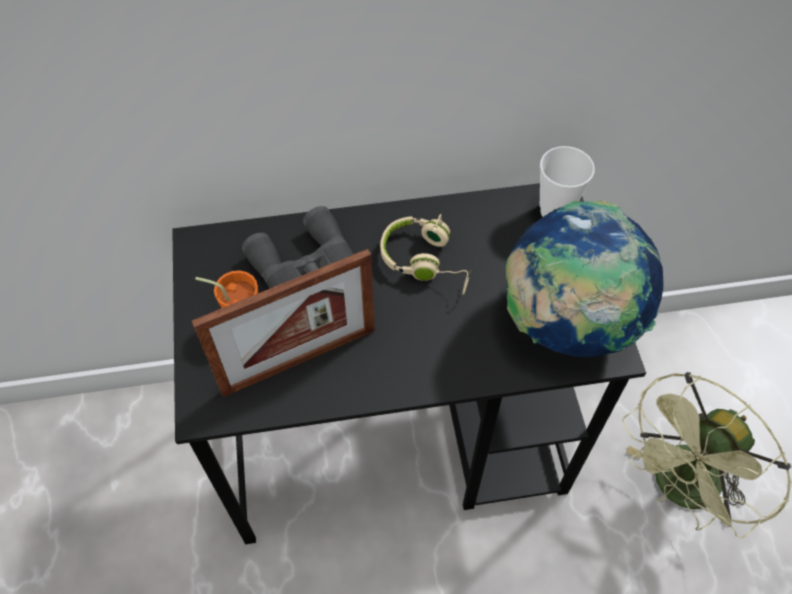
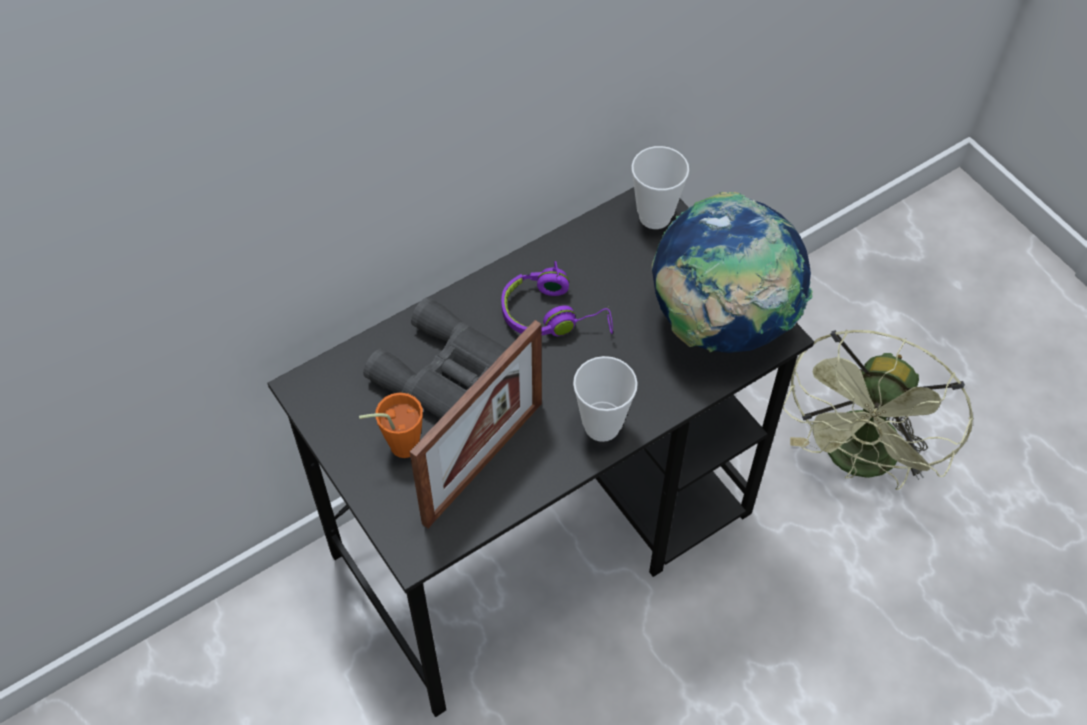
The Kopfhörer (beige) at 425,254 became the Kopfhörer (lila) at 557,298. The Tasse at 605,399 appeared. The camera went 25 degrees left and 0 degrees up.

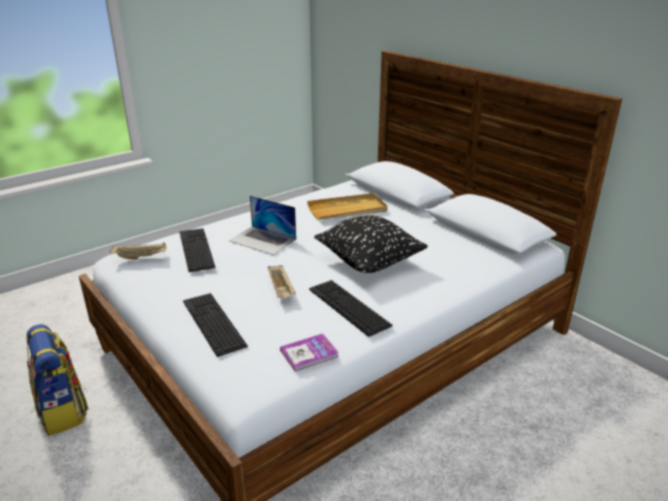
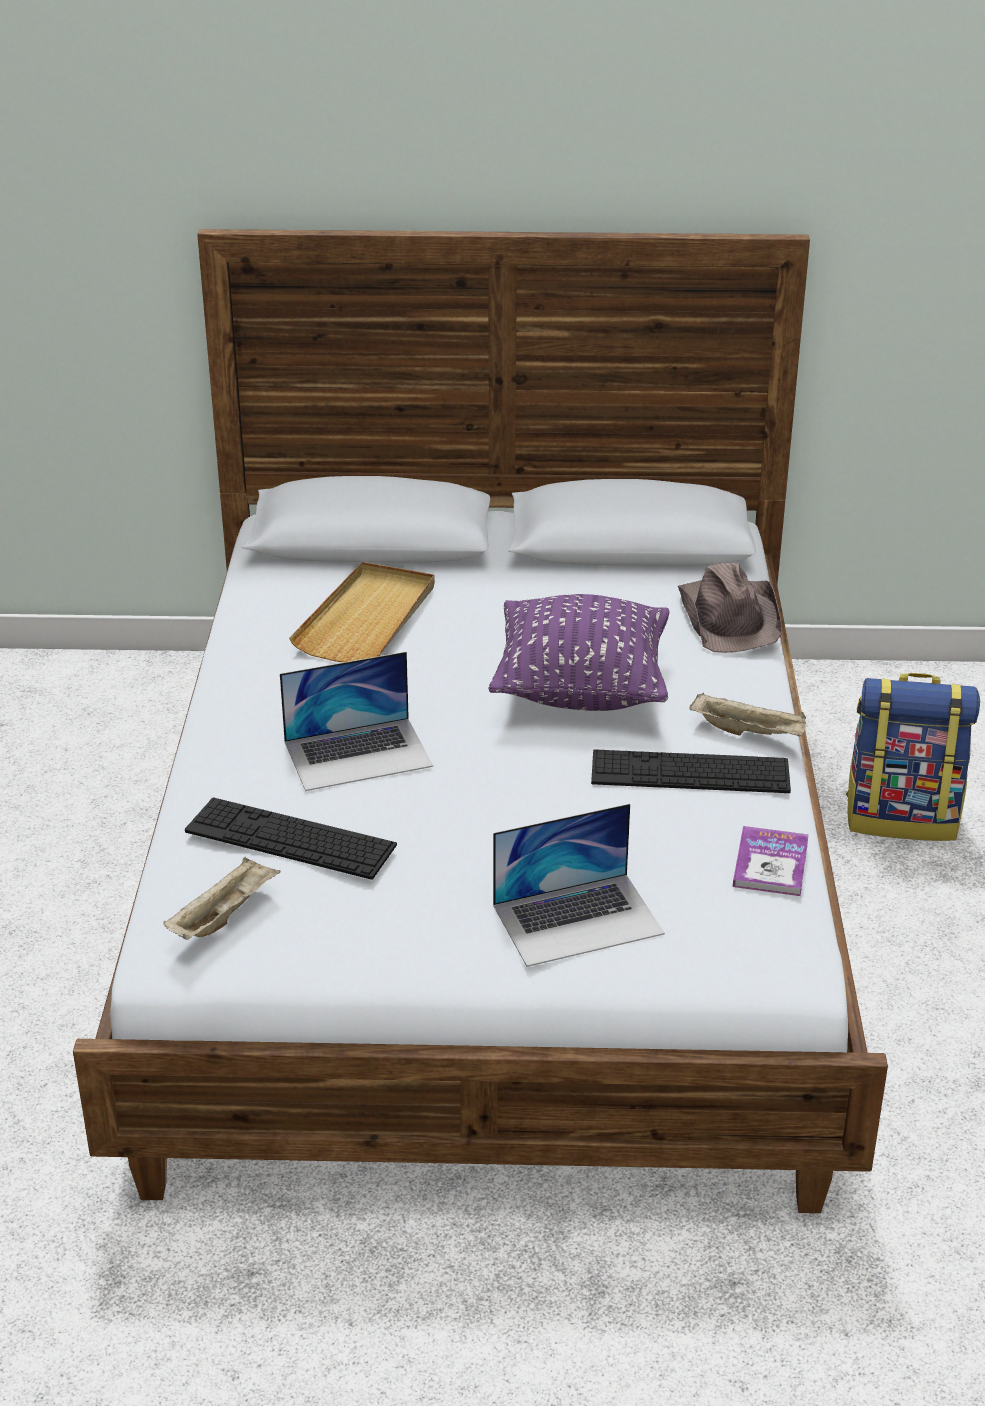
The Rucksack moved from 57,380 to 913,757. The Tastatur at 215,325 was replaced by the Laptop at 579,885. The Tablett (beige) moved from 281,281 to 747,714. The Kissen (schwarz) at 371,244 became the Kissen (lila) at 578,652. The Hut (braun) at 730,608 appeared. The camera went 50 degrees left and 5 degrees up.

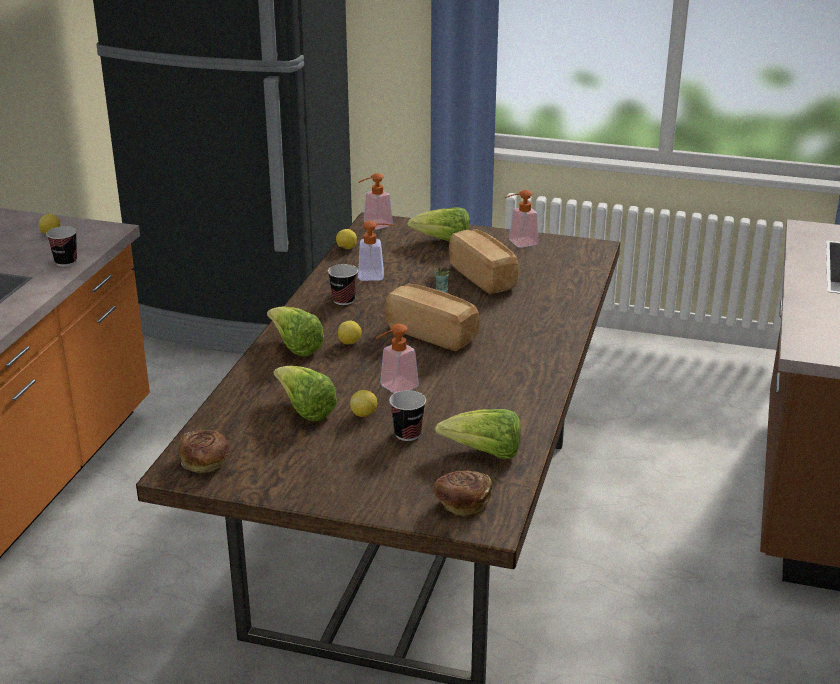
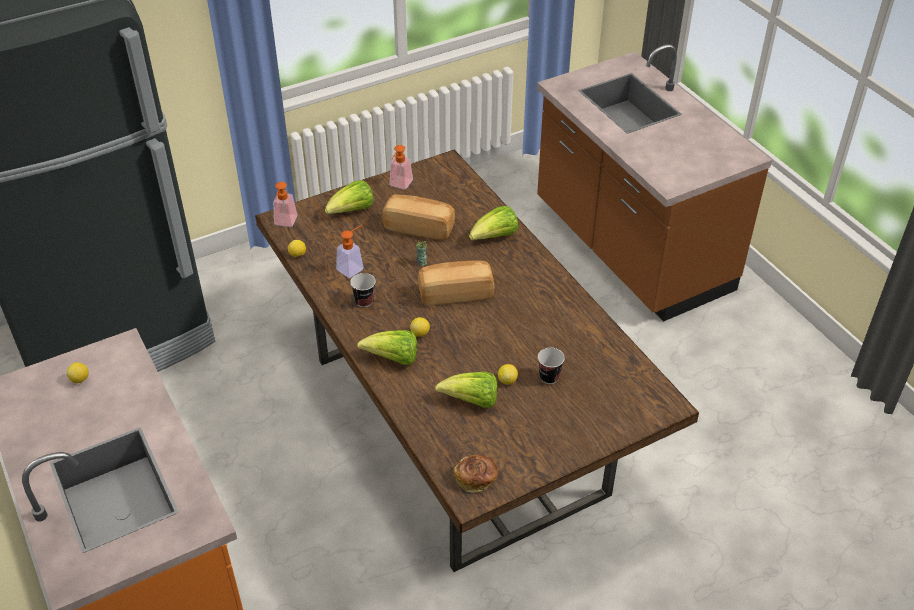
The Tasse at 61,246 disappeared. The Seifenspender at 397,358 disappeared. The Brot at 463,494 disappeared. The Salatkopf moved from 478,434 to 493,223. The camera went 45 degrees left and 15 degrees up.

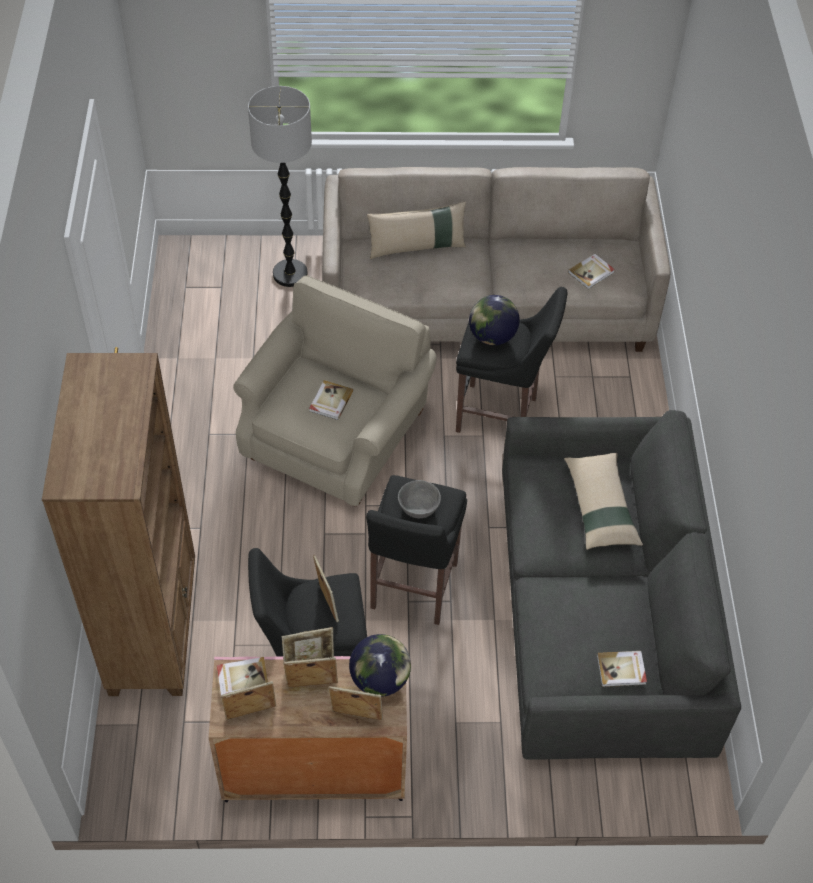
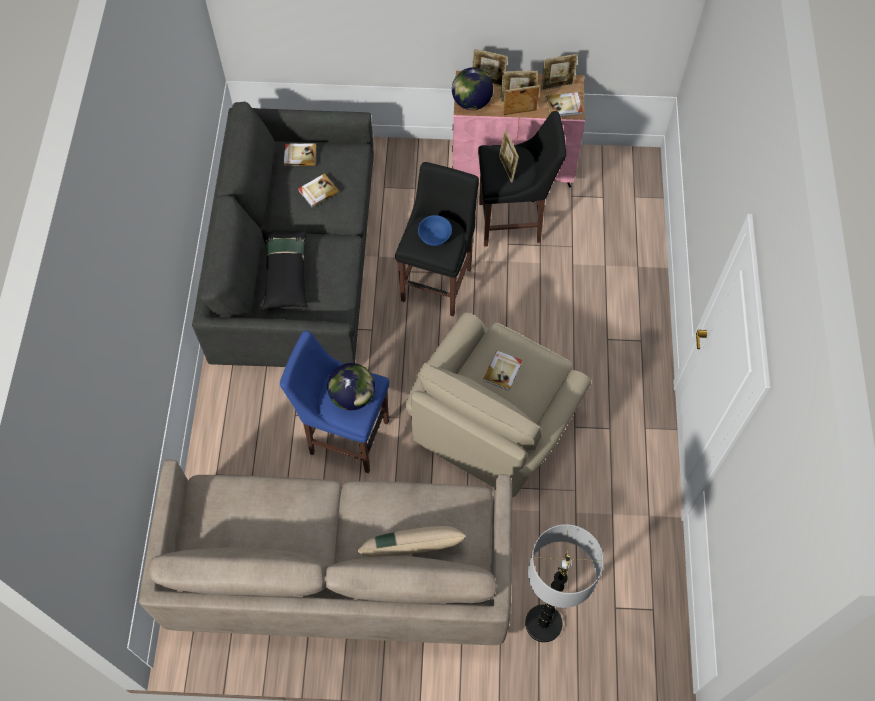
The Bücherregal (braun) at 118,524 disappeared. The Schüssel (grau) at 419,499 became the Schüssel (blau) at 435,230. The Hocker (schwarz) at 511,360 became the Hocker (blau) at 334,402. The Kissen (beige) at 603,501 became the Kissen (schwarz) at 285,270. The Buch moved from 591,271 to 318,190. The camera went 175 degrees left and 10 degrees up.

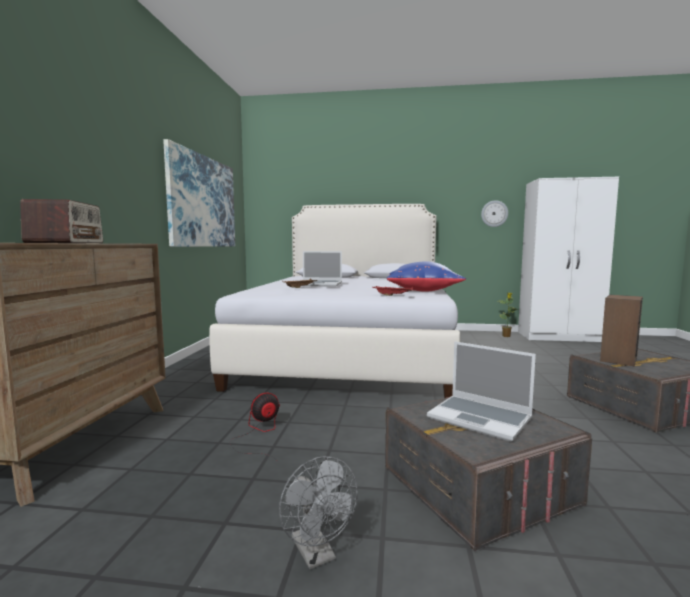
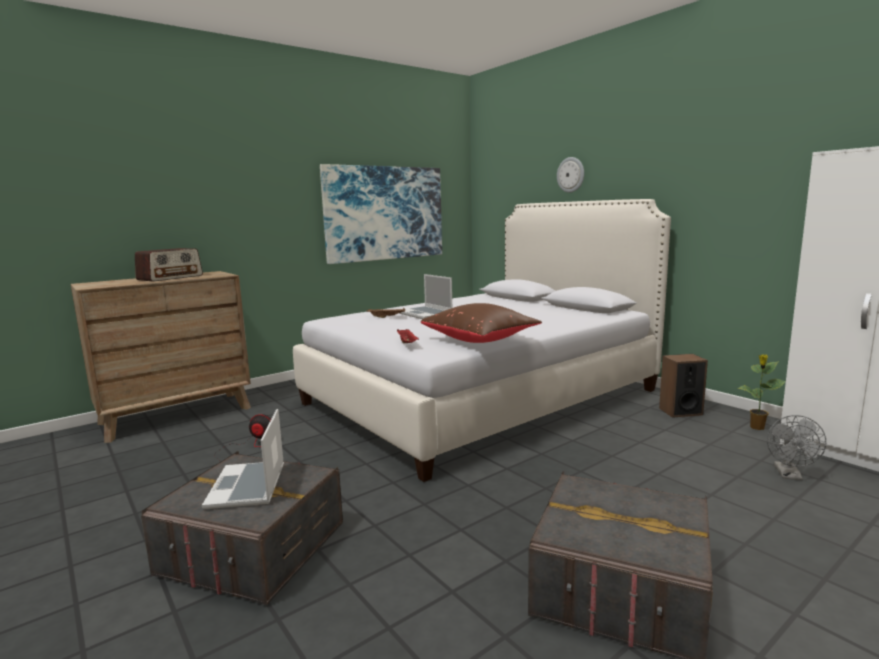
The Ventilator (grau) moved from 318,512 to 796,447. The Kissen (blau) at 426,276 became the Kissen (braun) at 481,323. The Wanduhr moved from 494,213 to 570,175. The Lautsprecher moved from 621,330 to 683,386. The camera went 45 degrees right and 5 degrees up.

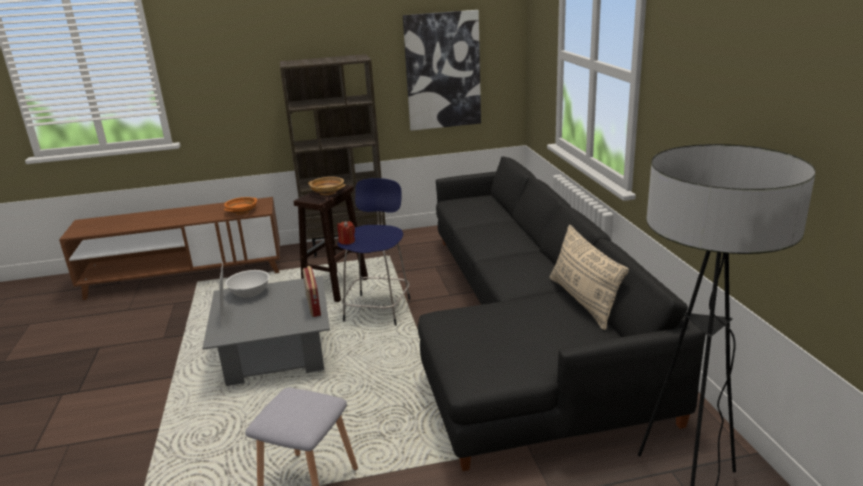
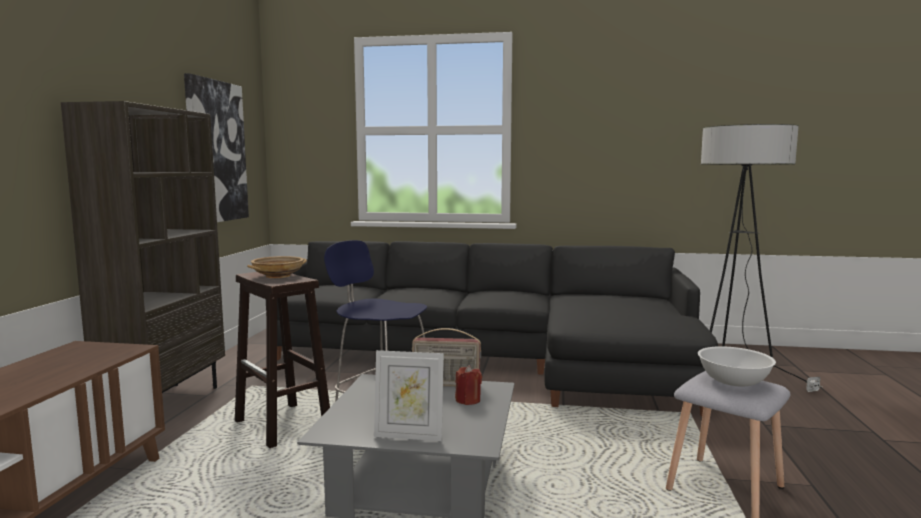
The Schüssel (orange) at 240,206 disappeared. The Schüssel (weiß) moved from 247,284 to 737,366. The Kerze (rot) moved from 346,233 to 468,385. The Kissen (beige) at 589,277 disappeared. The camera went 70 degrees left and 15 degrees down.

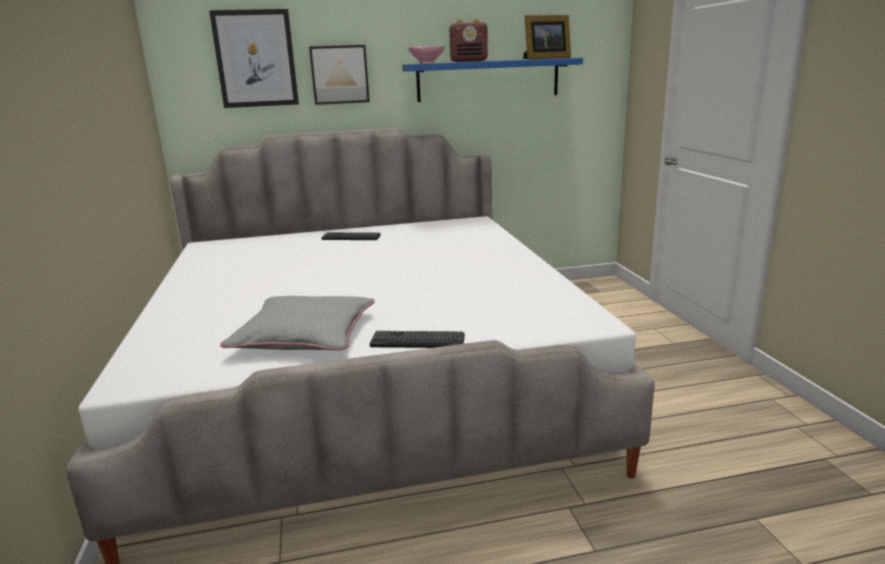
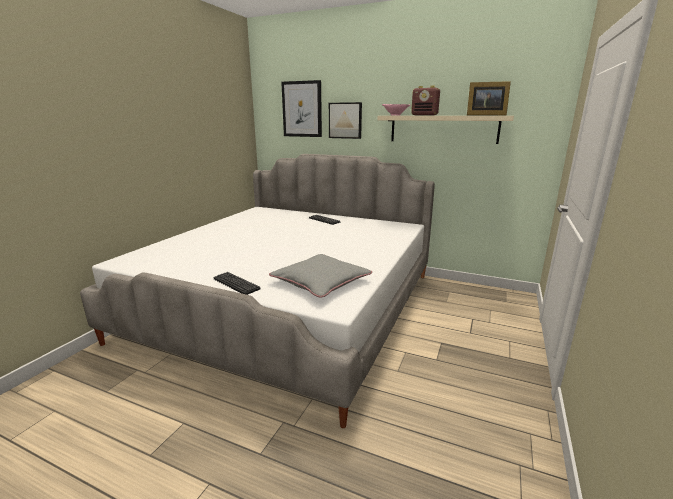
The Kissen (grau) moved from 297,323 to 320,276. The Wandregal (blau) at 492,80 became the Wandregal (beige) at 445,130. The camera went 35 degrees right and 0 degrees up.

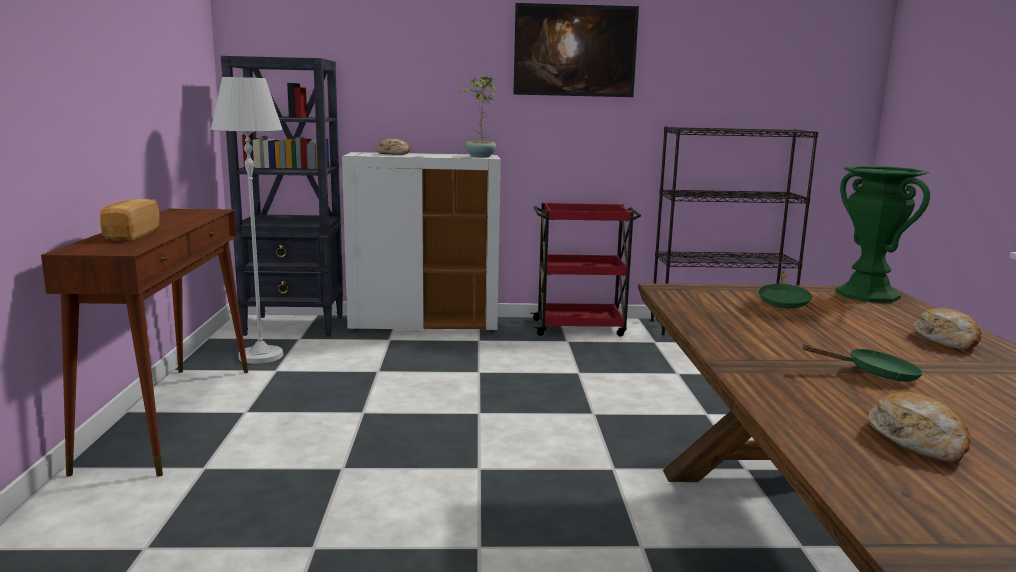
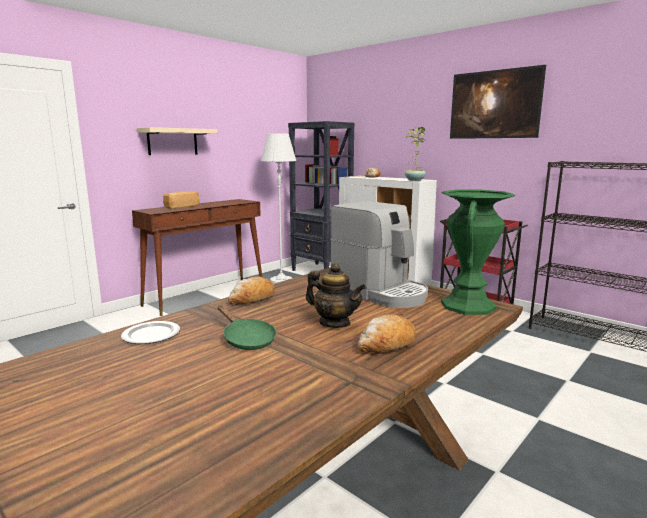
The Pfanne (grün) at 785,289 was replaced by the Kaffeemaschine at 379,254. The Brot moved from 919,427 to 251,291. The Teller at 150,332 appeared. The Wandregal (beige) at 177,141 appeared. The Teekanne at 336,295 appeared. The camera went 45 degrees right and 0 degrees up.

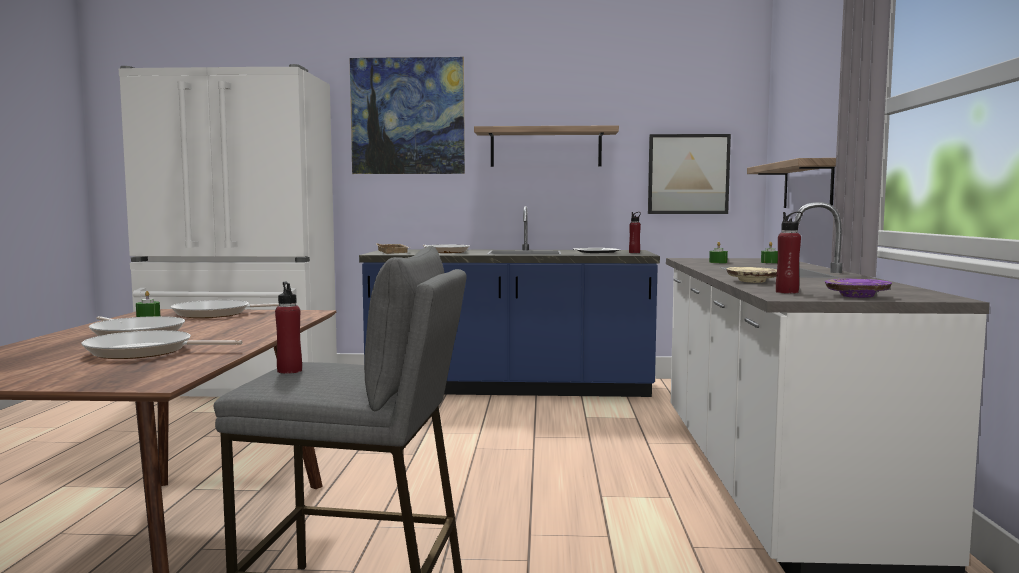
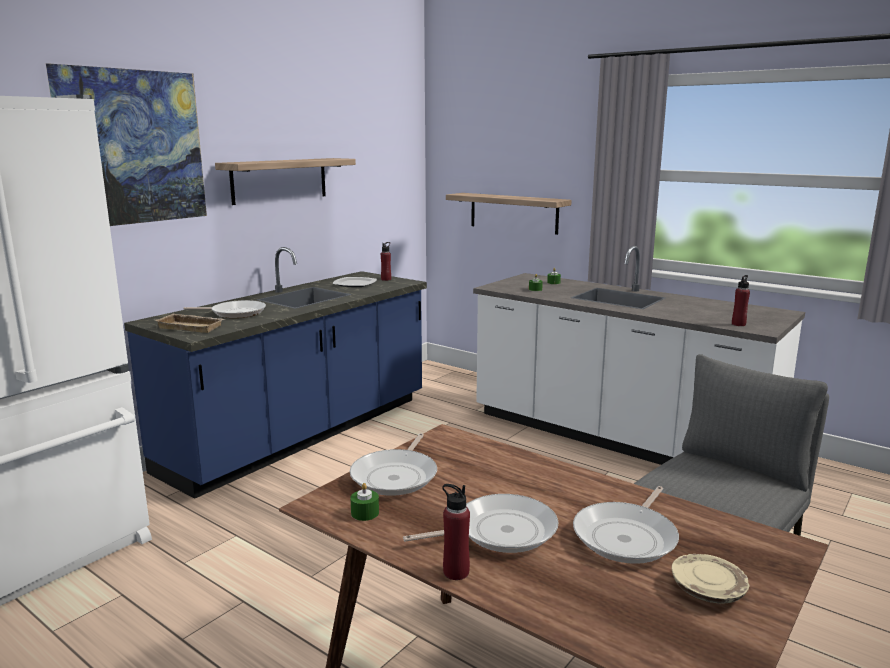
The Flasche (rot) moved from 288,328 to 456,532. The Bild at 689,174 disappeared. The Teller (beige) moved from 751,275 to 711,578. The Teller (lila) at 858,288 disappeared. The camera went 55 degrees left and 10 degrees up.

